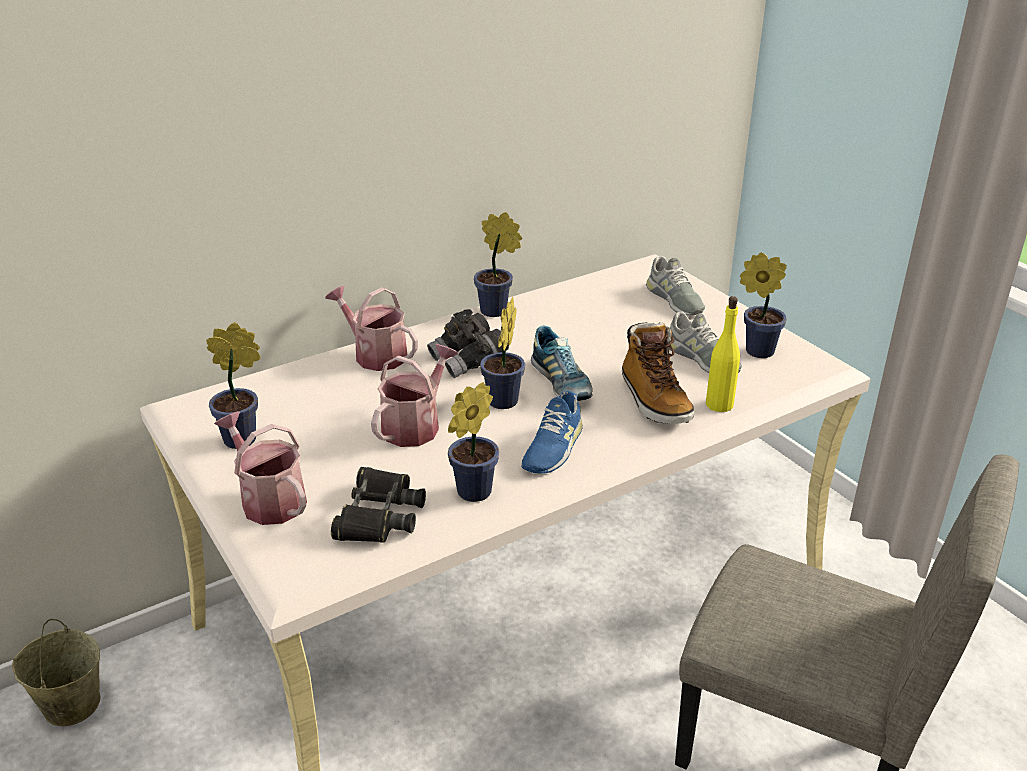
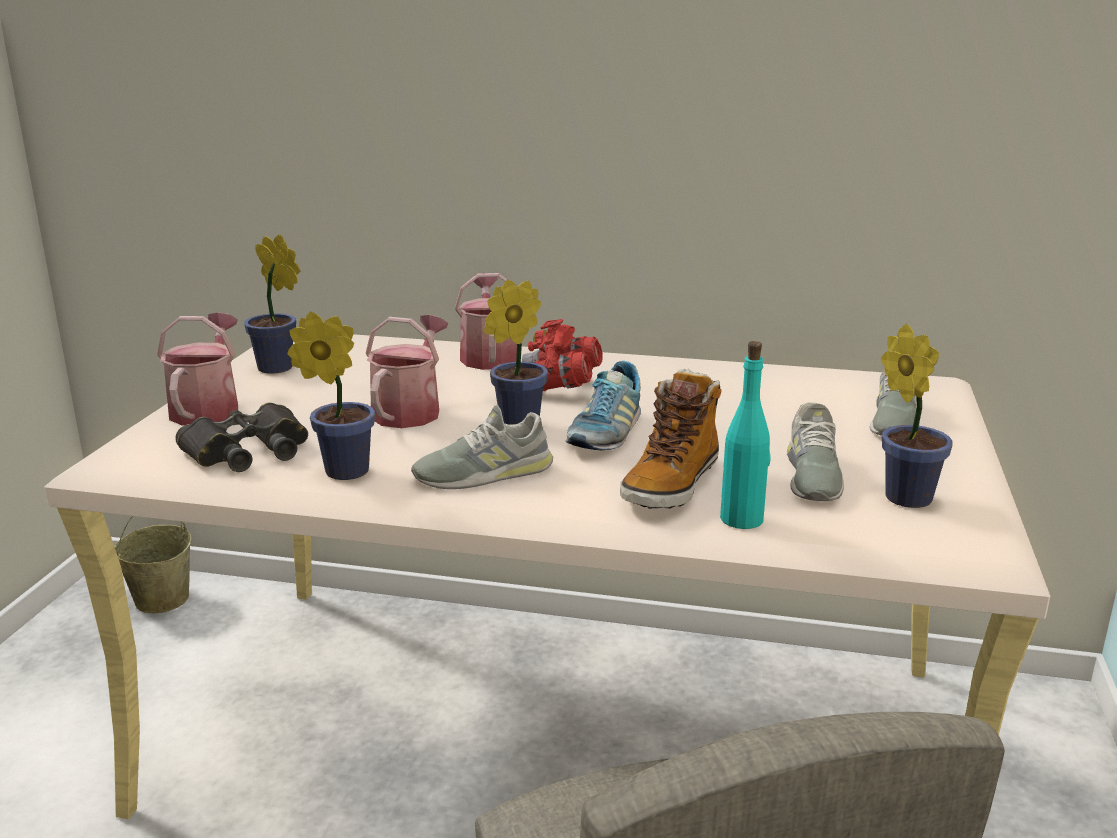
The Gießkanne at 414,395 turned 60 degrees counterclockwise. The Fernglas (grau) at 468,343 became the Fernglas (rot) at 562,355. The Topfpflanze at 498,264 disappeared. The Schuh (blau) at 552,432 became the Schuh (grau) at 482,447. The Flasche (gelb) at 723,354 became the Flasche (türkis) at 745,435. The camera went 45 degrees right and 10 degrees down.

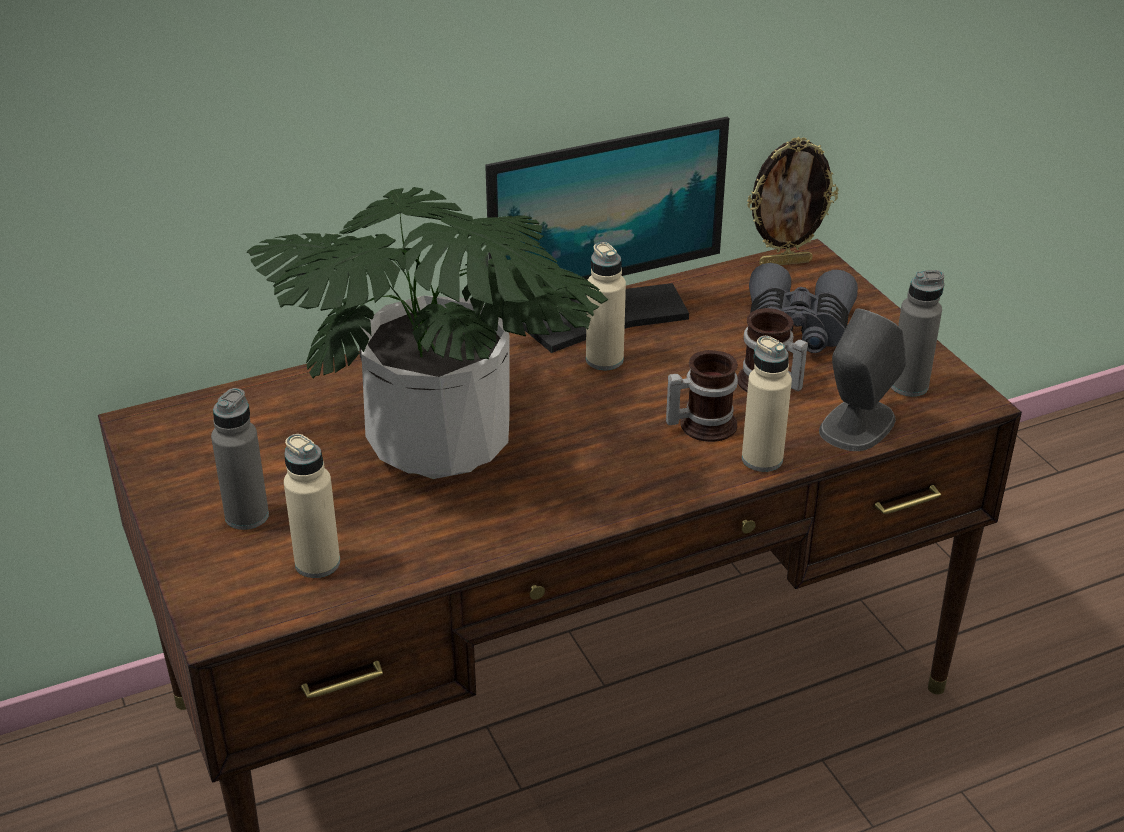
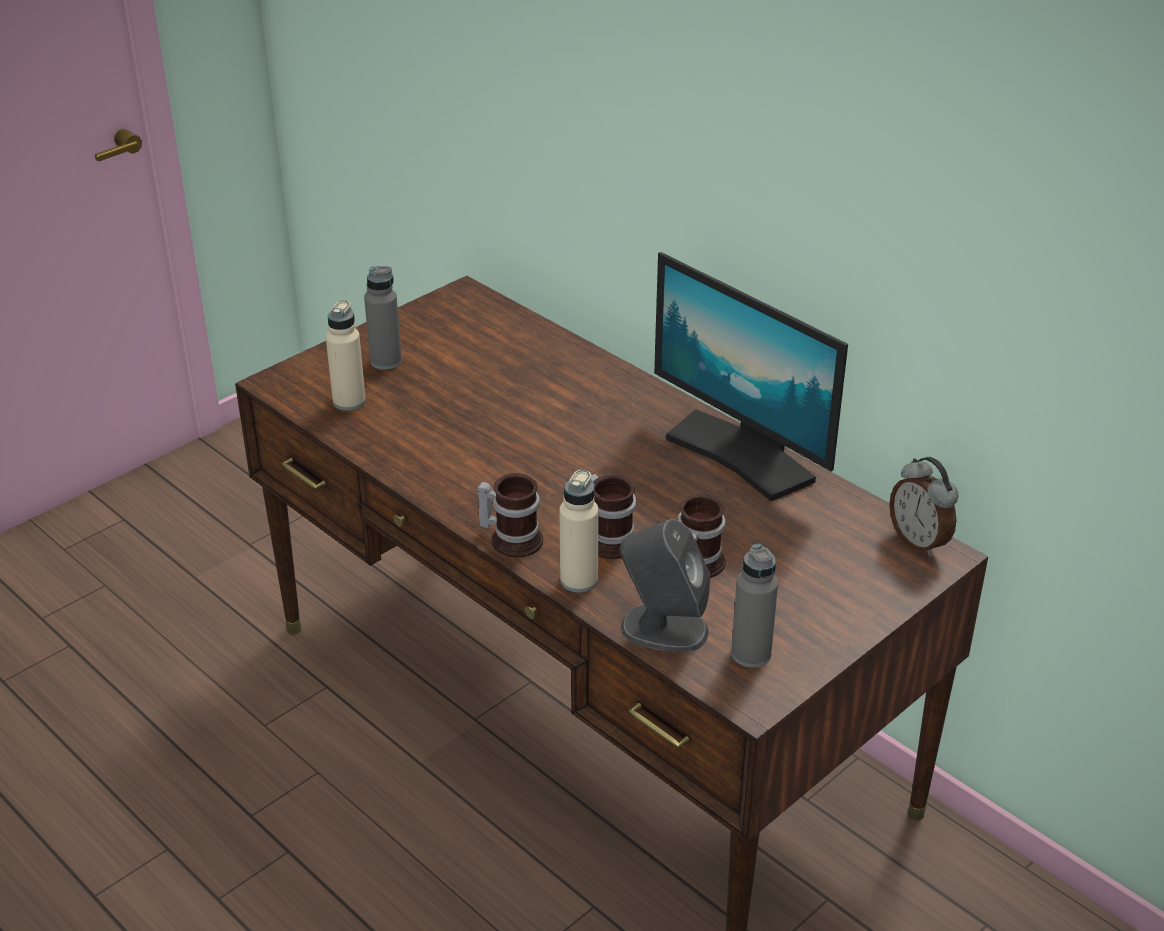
The Topfpflanze at 427,333 disappeared. The Flasche (beige) at 606,306 disappeared. The Bilderrahmen at 792,201 was replaced by the Wecker at 923,507. The Fernglas (grau) at 803,308 disappeared. The Henkelbecher at 510,515 appeared. The camera went 70 degrees right and 0 degrees up.

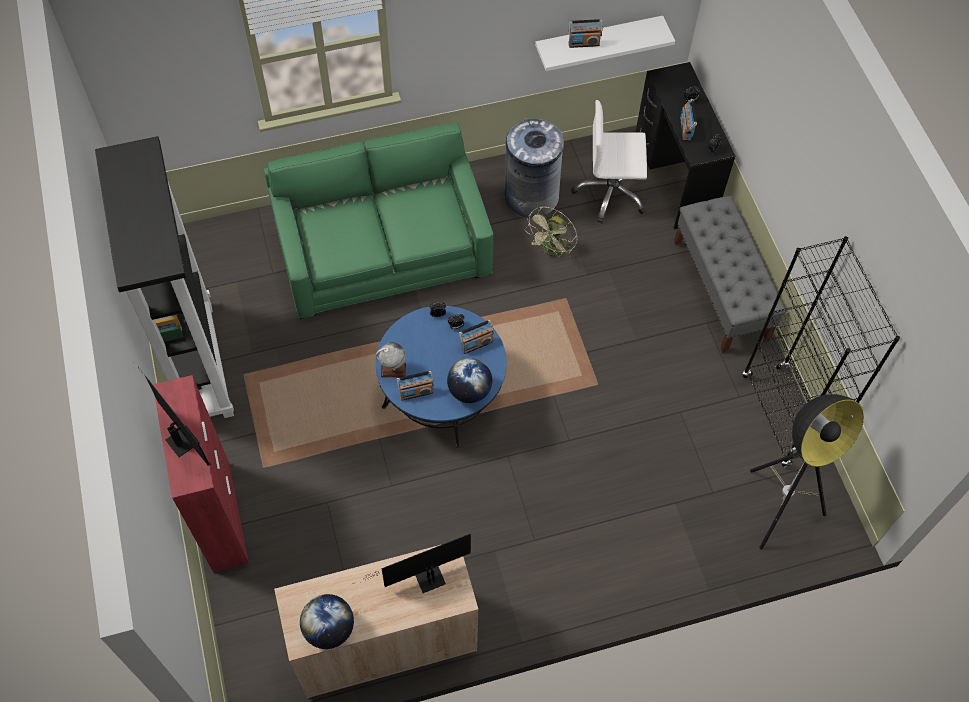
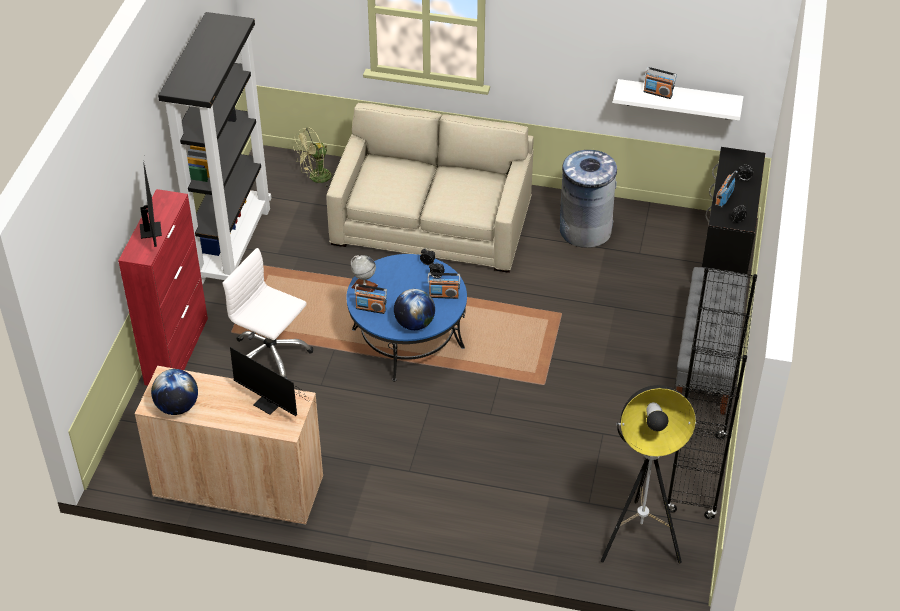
The Sofa (grün) at 379,221 became the Sofa (beige) at 430,188. The Monitor at 413,563 turned 150 degrees counterclockwise. The Ventilator (grün) moved from 551,232 to 314,157. The Bürostuhl (weiß) moved from 609,161 to 267,313. The camera went 30 degrees right and 15 degrees down.

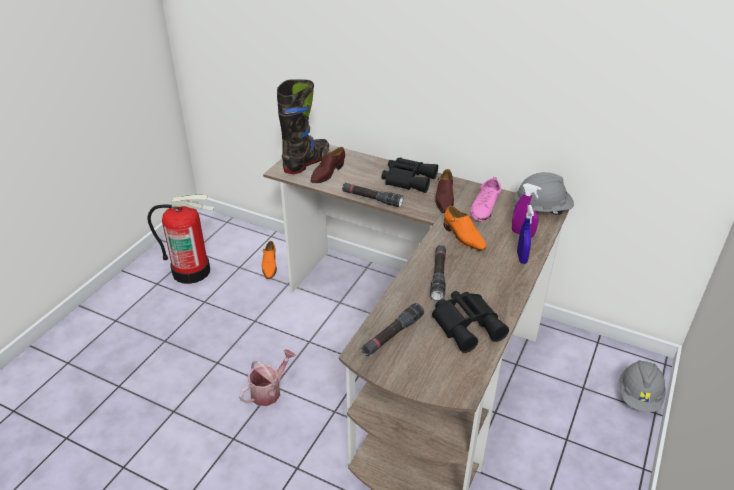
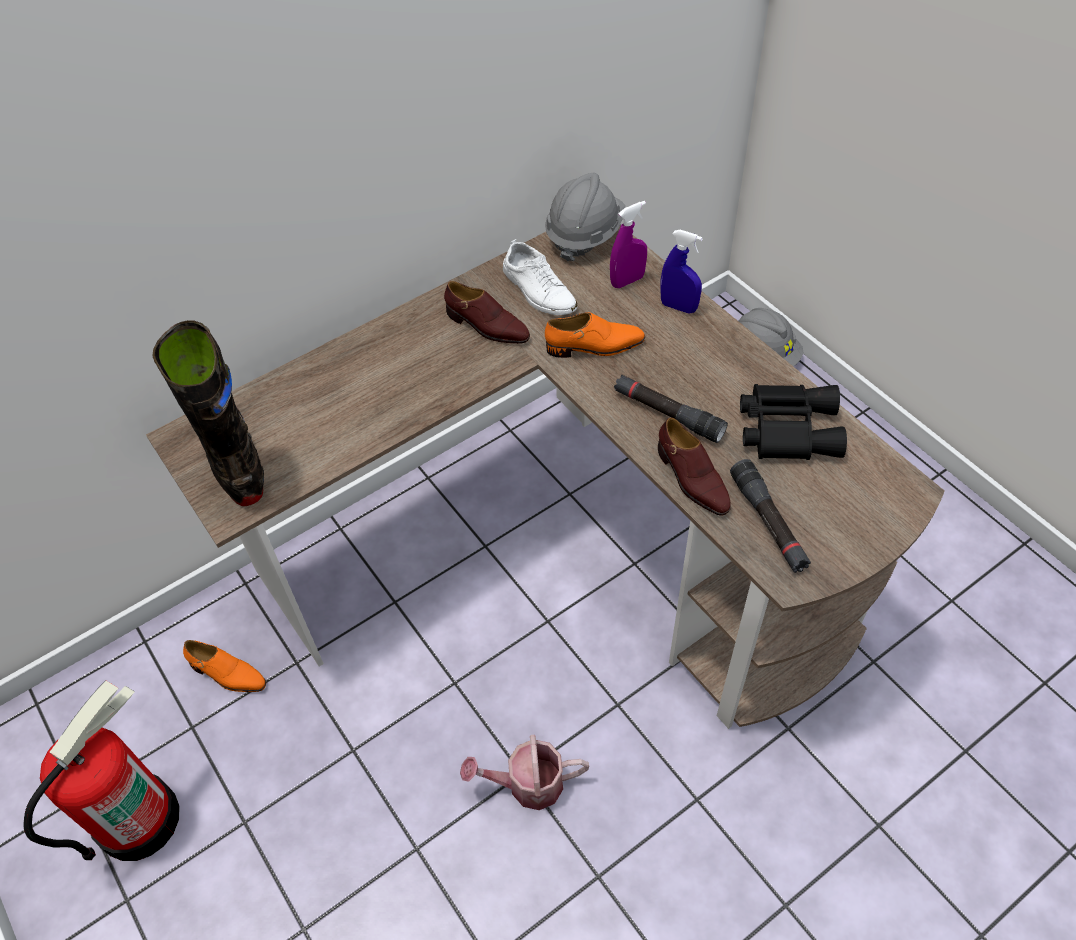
The Gießkanne at 267,377 turned 75 degrees counterclockwise. The Schuh (braun) moved from 328,165 to 694,467. The Taschenlampe (schwarz) at 372,195 disappeared. The Fernglas (schwarz) at 409,175 disappeared. The Schuh (rosa) at 485,199 became the Schuh (weiß) at 540,277. The camera went 60 degrees left and 15 degrees up.

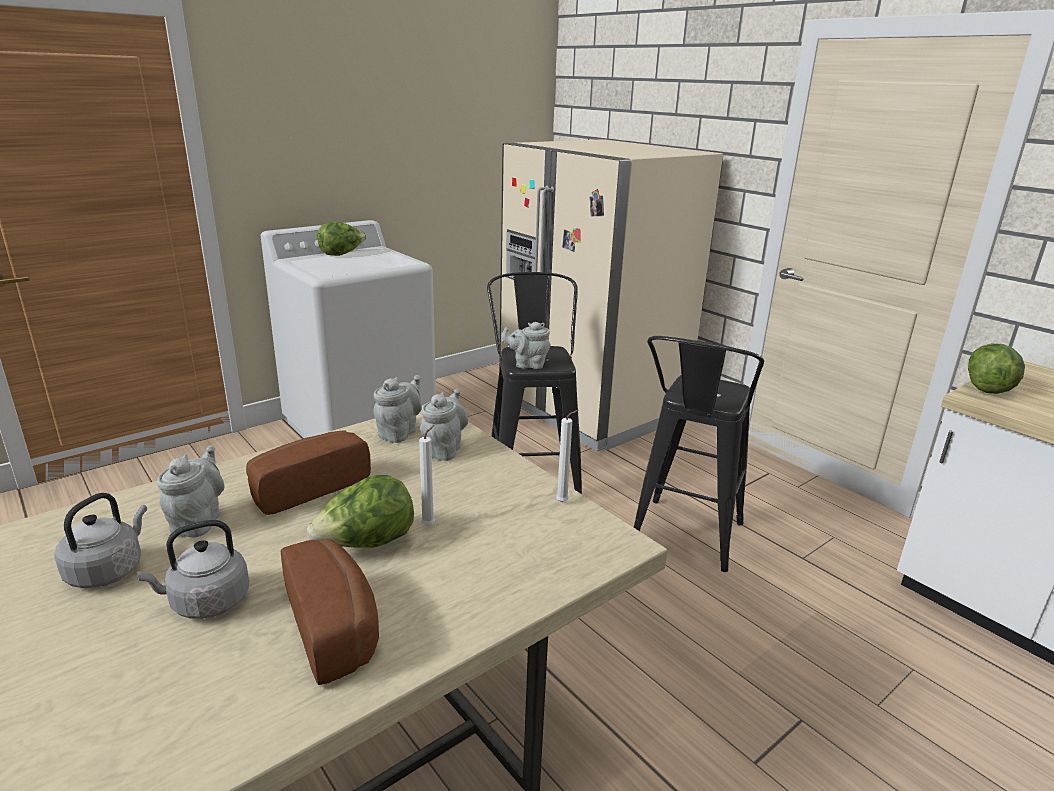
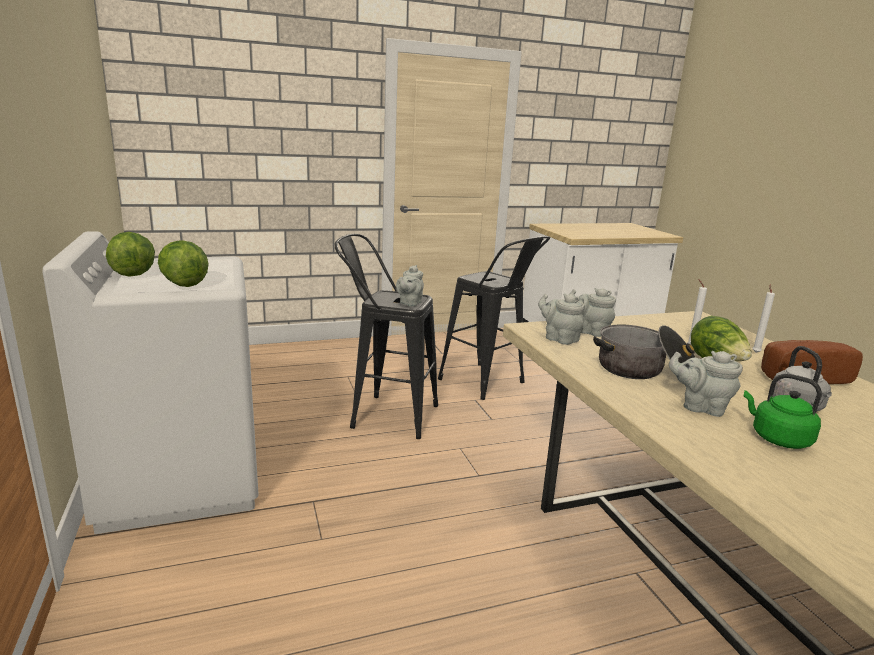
The Wasserkessel (grau) at 100,540 became the Wasserkessel (grün) at 783,411. The Brot at 308,472 was replaced by the Kochtopf at 644,351. The Kühlschrank (beige) at 611,295 disappeared. The Kerze (weiß) moved from 567,456 to 763,319. The Salatkopf moved from 996,368 to 183,263. The camera went 70 degrees left and 5 degrees down.

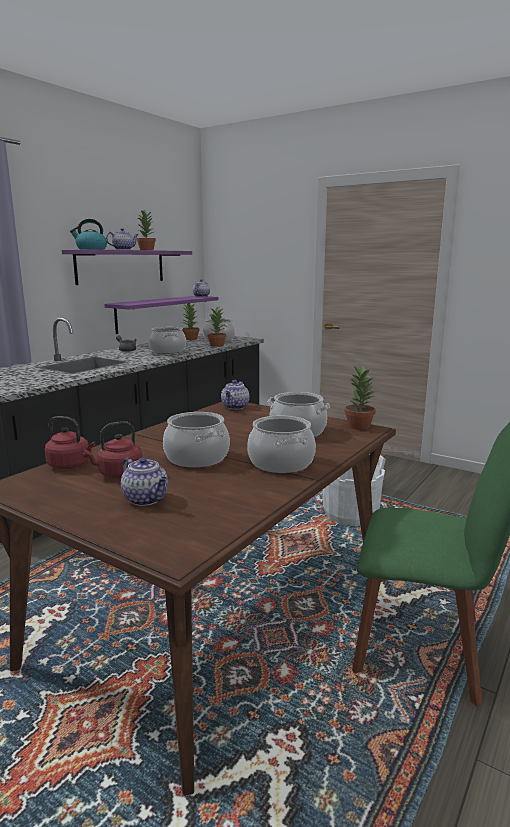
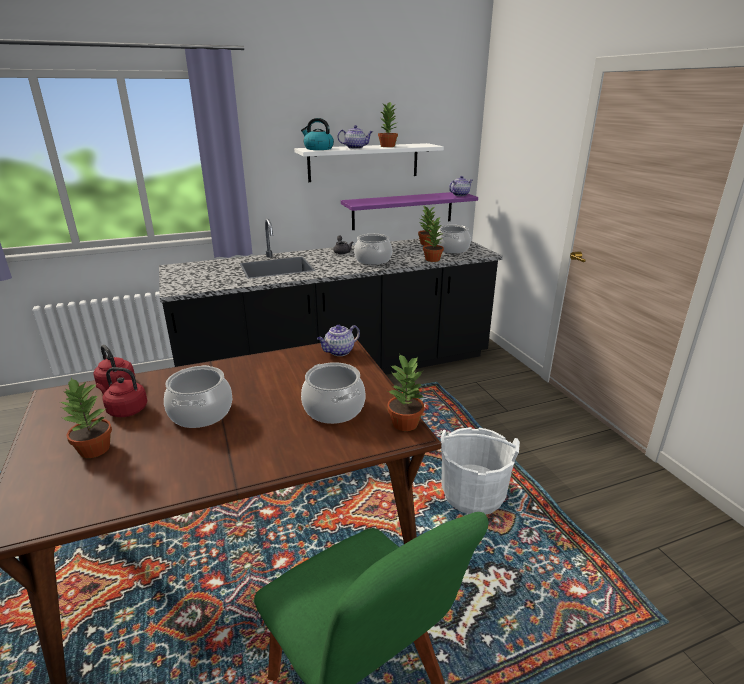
The Wandregal (lila) at 127,267 became the Wandregal (weiß) at 369,162. The Teekanne at 144,481 was replaced by the Topfpflanze at 86,418. The Kochtopf at 281,444 disappeared. The camera went 35 degrees right and 10 degrees up.

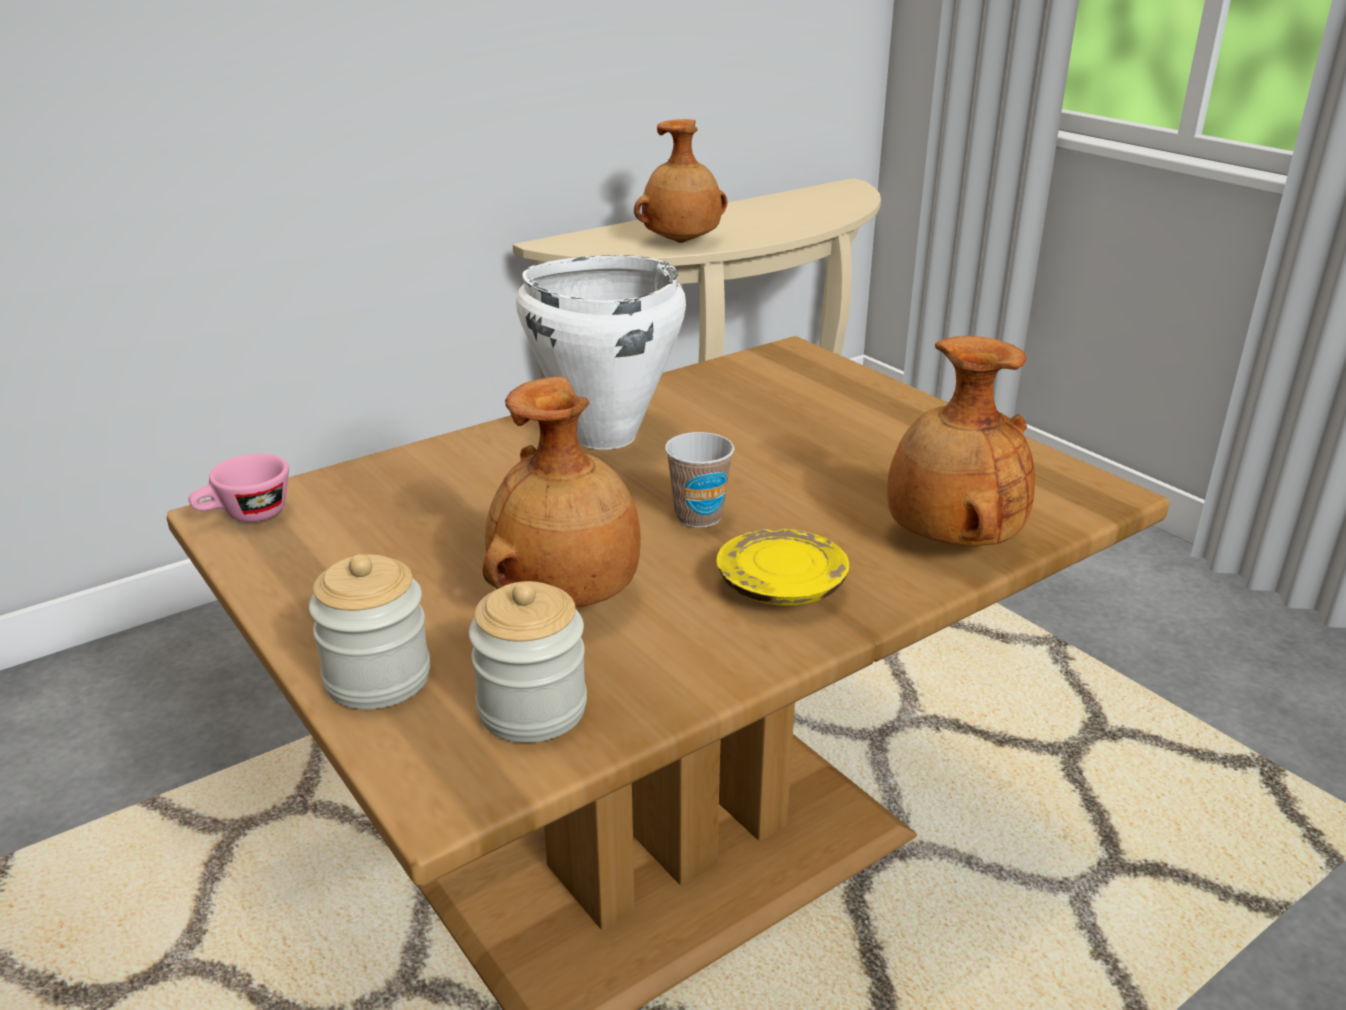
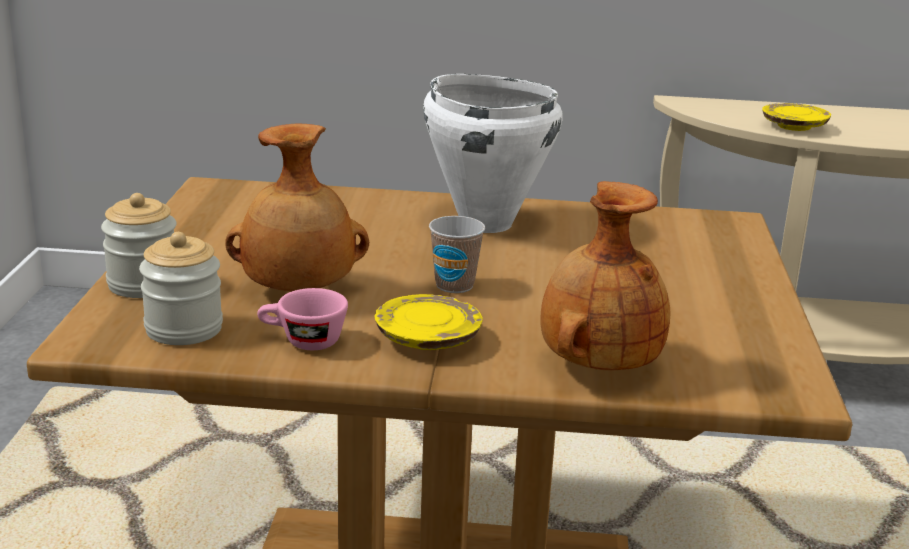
The Tasse (rosa) moved from 239,488 to 302,319. The Vase (braun) at 680,181 was replaced by the Teller (gelb) at 796,117. The camera went 40 degrees right and 5 degrees down.

